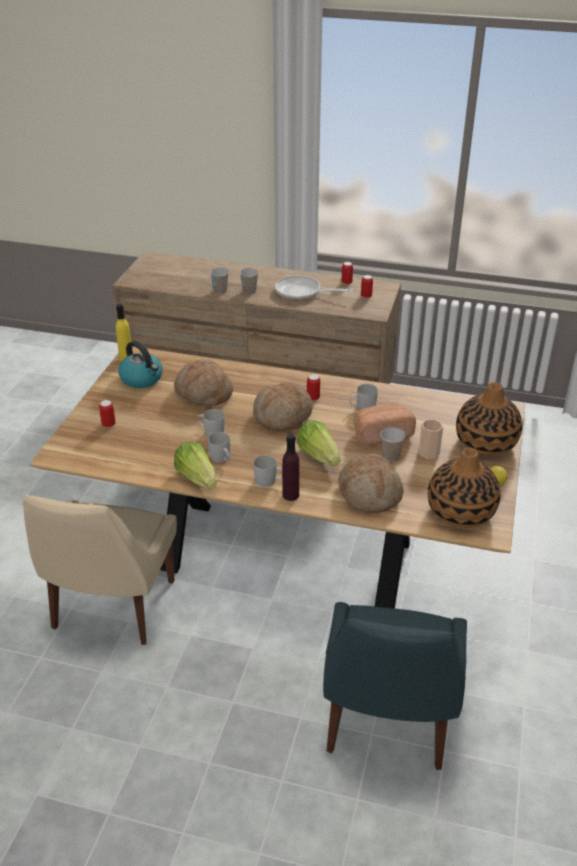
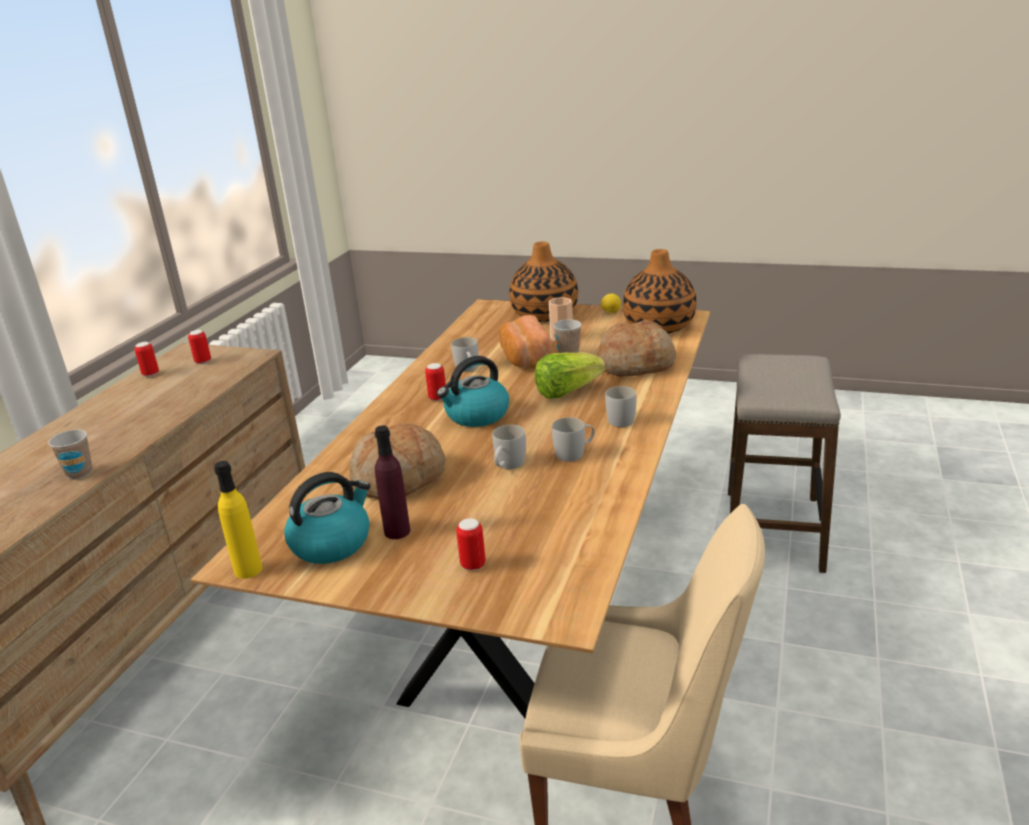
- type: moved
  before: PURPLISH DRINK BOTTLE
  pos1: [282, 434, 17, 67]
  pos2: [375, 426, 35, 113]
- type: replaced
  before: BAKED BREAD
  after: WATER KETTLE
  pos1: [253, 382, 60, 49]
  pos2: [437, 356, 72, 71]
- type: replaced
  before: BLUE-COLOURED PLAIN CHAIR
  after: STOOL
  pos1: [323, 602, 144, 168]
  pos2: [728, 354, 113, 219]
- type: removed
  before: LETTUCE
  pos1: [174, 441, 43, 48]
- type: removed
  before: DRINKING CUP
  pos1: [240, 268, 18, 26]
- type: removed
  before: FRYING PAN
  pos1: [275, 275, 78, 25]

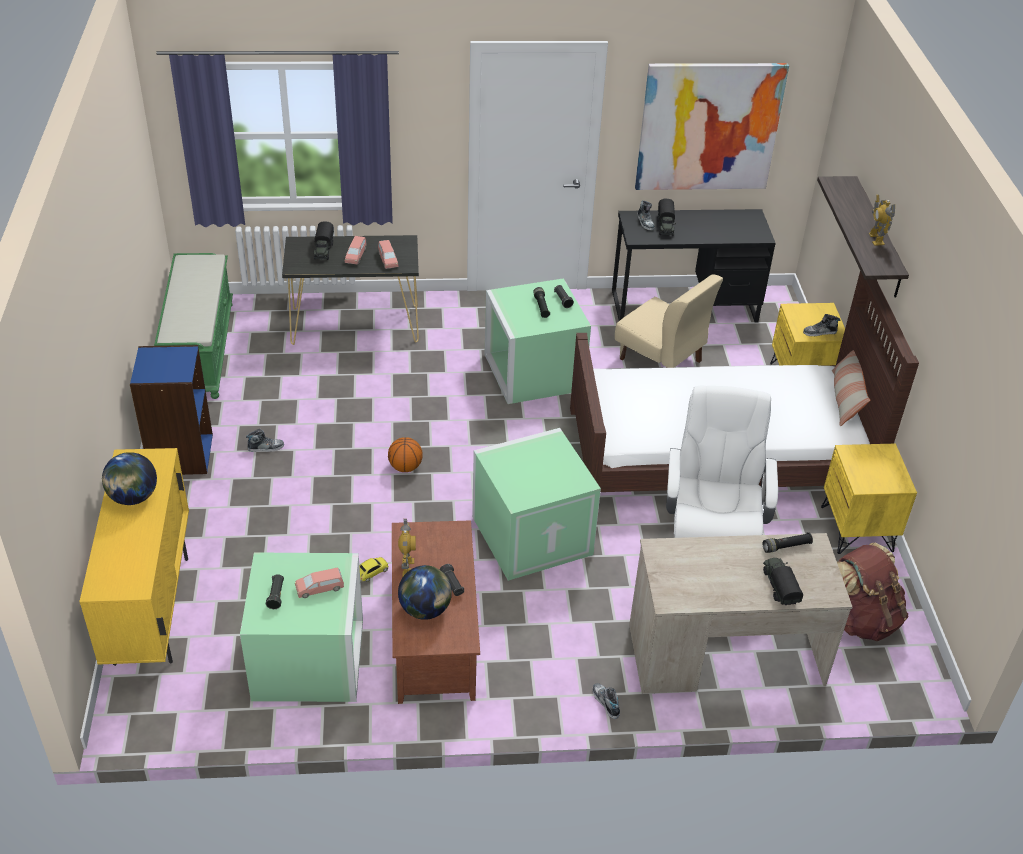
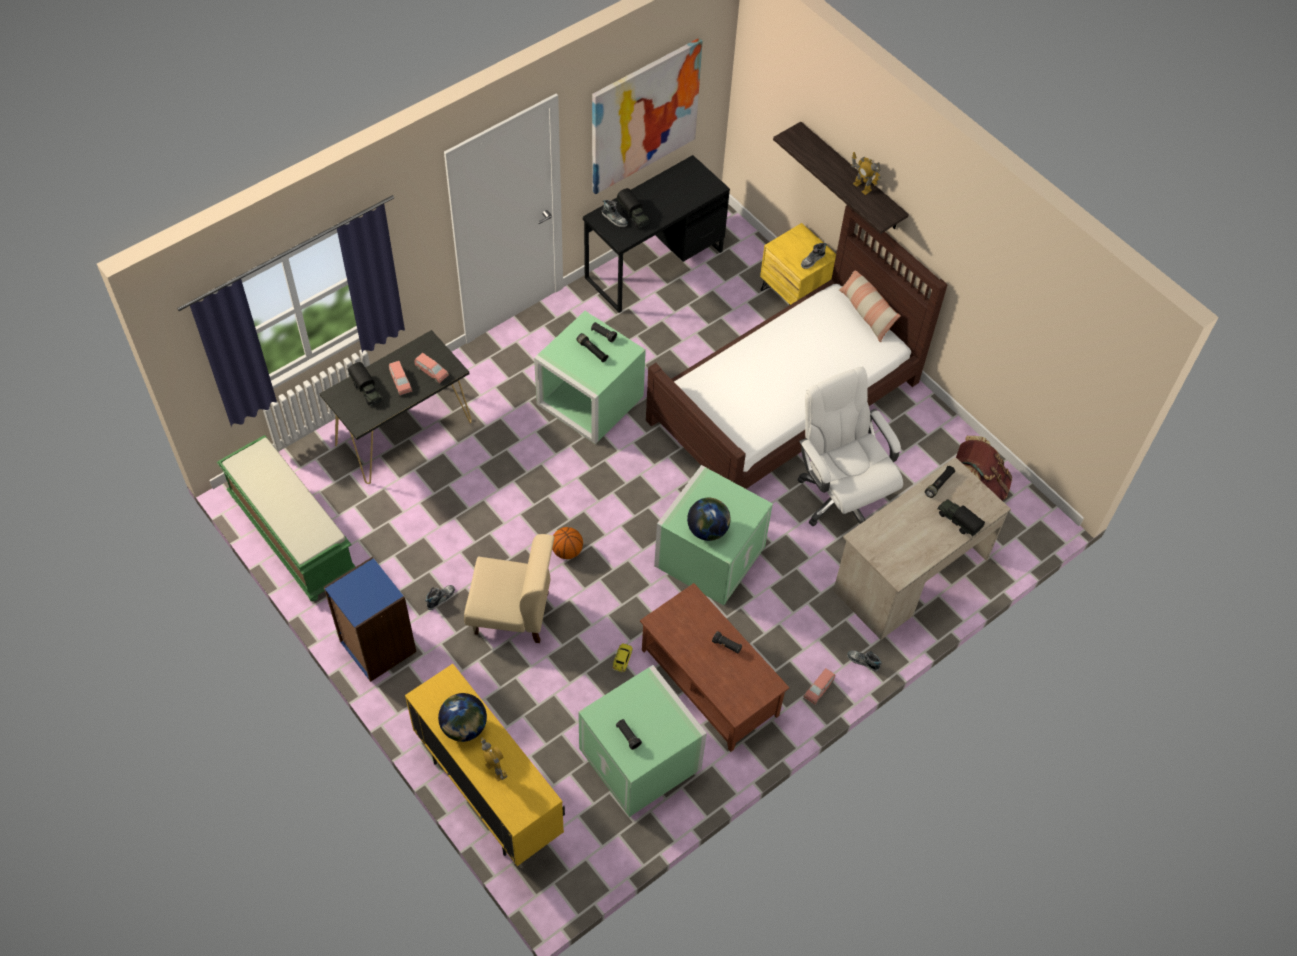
- type: moved
  before: BEIGE PLAIN CHAIR
  pos1: [615, 274, 108, 94]
  pos2: [464, 534, 91, 109]
- type: moved
  before: ROBOT FIGURE
  pos1: [398, 519, 18, 57]
  pos2: [481, 738, 26, 43]
- type: moved
  before: WORLD GLOBE
  pos1: [398, 565, 54, 55]
  pos2: [687, 498, 44, 43]
- type: moved
  before: PINK MODEL CAR
  pos1: [295, 567, 49, 31]
  pos2: [803, 668, 32, 36]
- type: removed
  before: YELLOW-COLOURED BEDSIDE TABLE
  pos1: [821, 444, 96, 110]

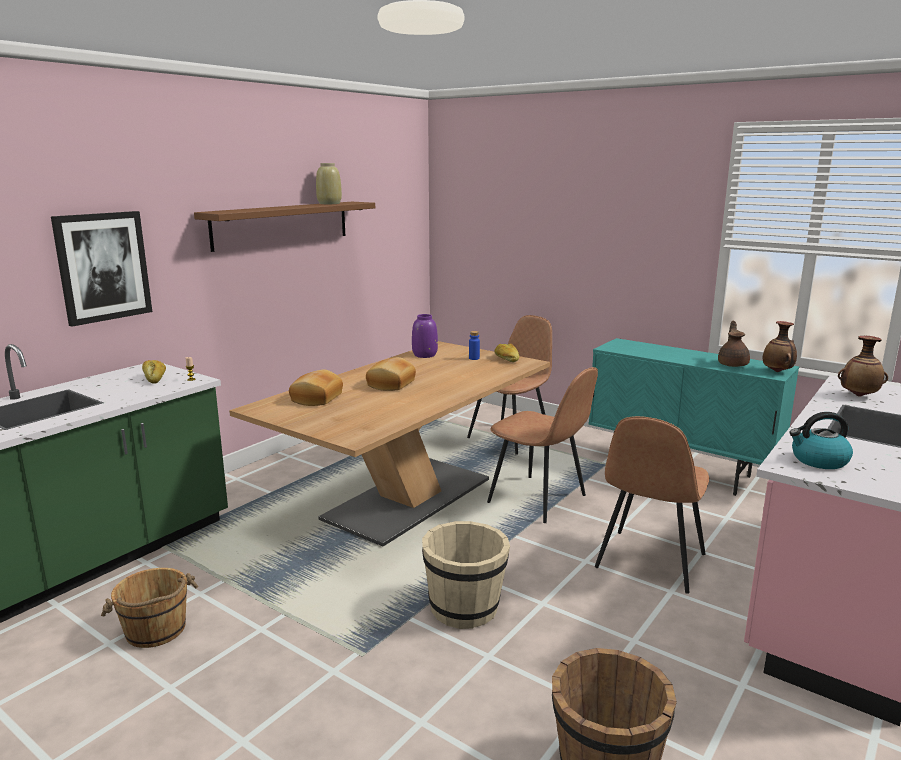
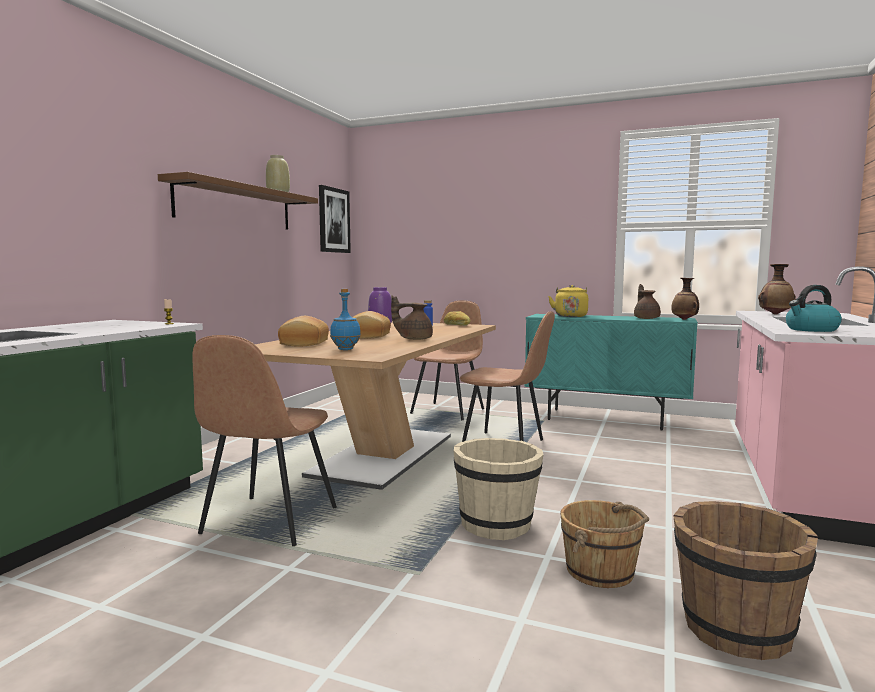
- type: moved
  before: BROWN-COLOURED PLAIN CHAIR
  pos1: [595, 416, 114, 178]
  pos2: [192, 335, 145, 211]
- type: moved
  before: WALL PICTURE
  pos1: [51, 211, 101, 116]
  pos2: [319, 185, 32, 68]
- type: added
  after: BLUE-COLOURED DRINK BOTTLE
  pos2: [330, 289, 31, 61]
- type: added
  after: BROWN-COLOURED POT FOR TEA
  pos2: [391, 295, 42, 45]
- type: added
  after: YELLOW-COLOURED WATER KETTLE
  pos2: [548, 285, 40, 32]
- type: moved
  before: BROWN-COLOURED PAIL
  pos1: [101, 568, 97, 80]
  pos2: [560, 500, 89, 88]
- type: removed
  before: BAKED BREAD
  pos1: [142, 360, 24, 24]

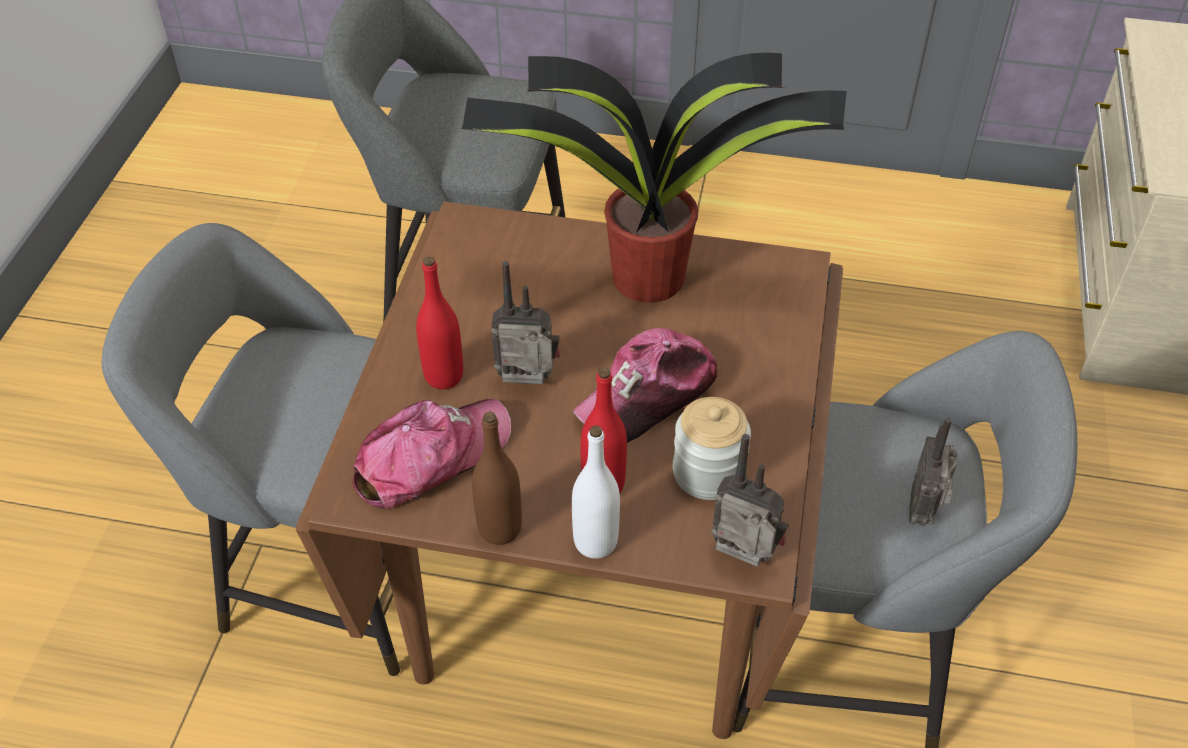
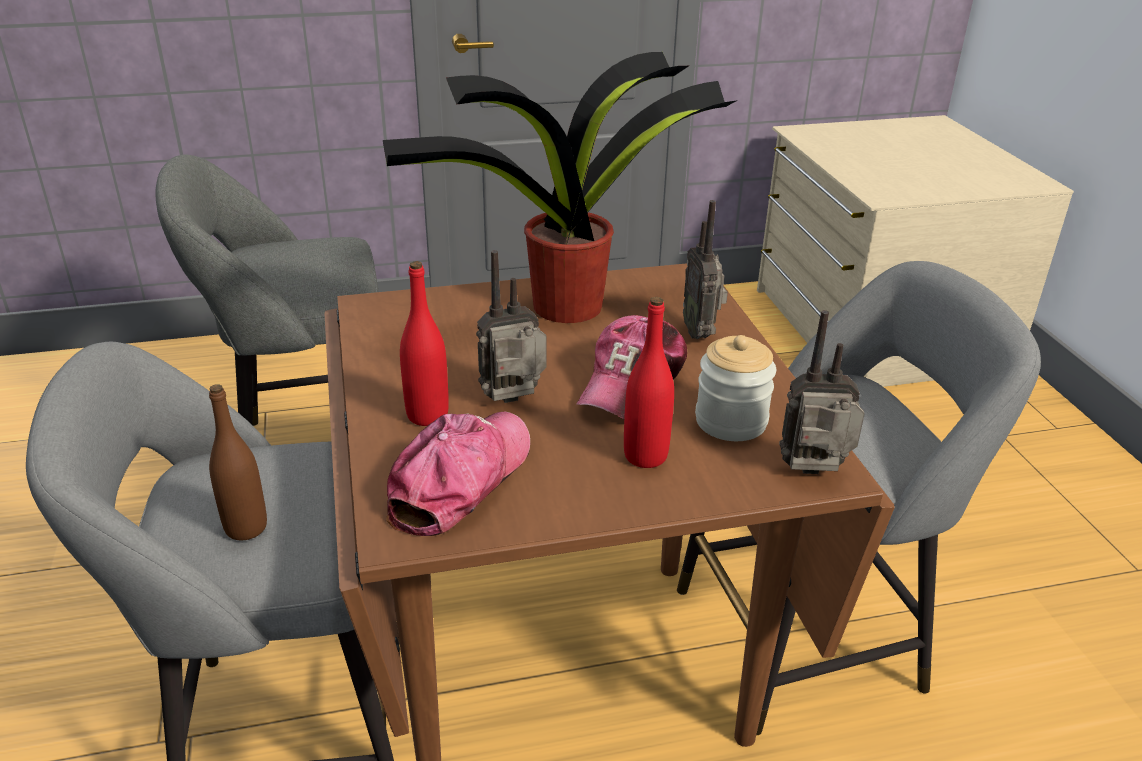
- type: moved
  before: BROWN-COLOURED DRINK BOTTLE
  pos1: [472, 412, 50, 133]
  pos2: [209, 384, 58, 156]
- type: moved
  before: RADIO RECEIVER
  pos1: [909, 417, 48, 109]
  pos2: [683, 200, 45, 139]
- type: removed
  before: WHITISH DRINK BOTTLE
  pos1: [572, 425, 48, 134]

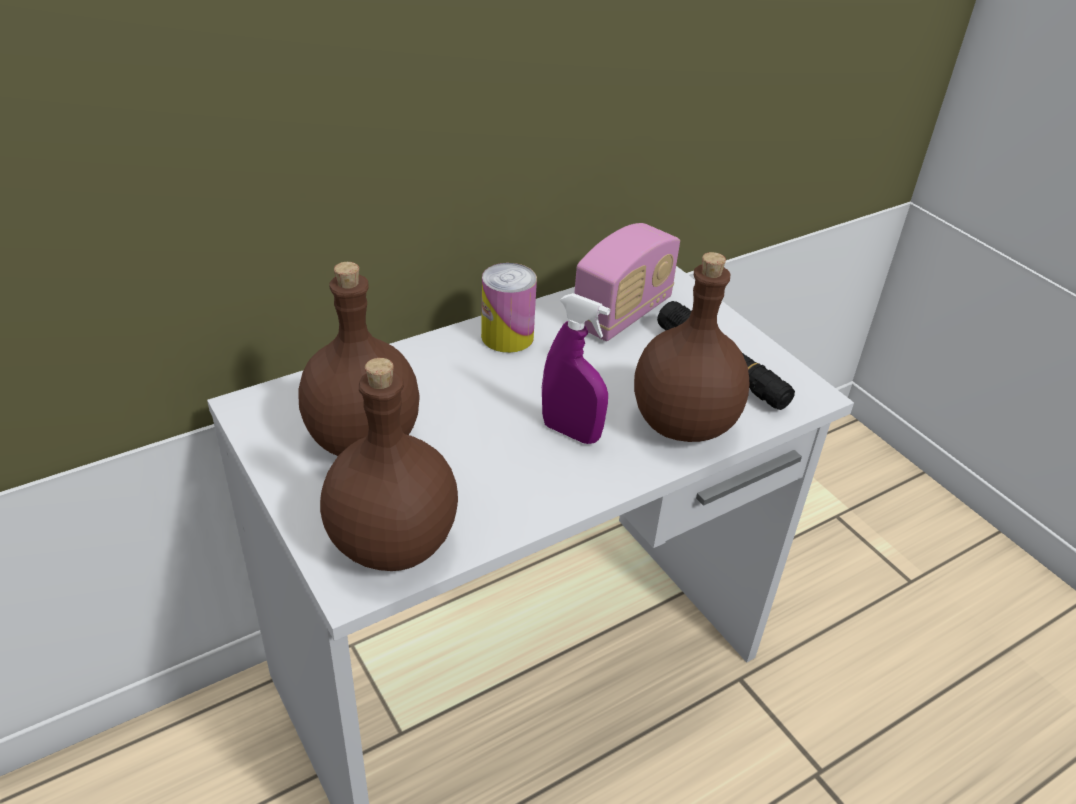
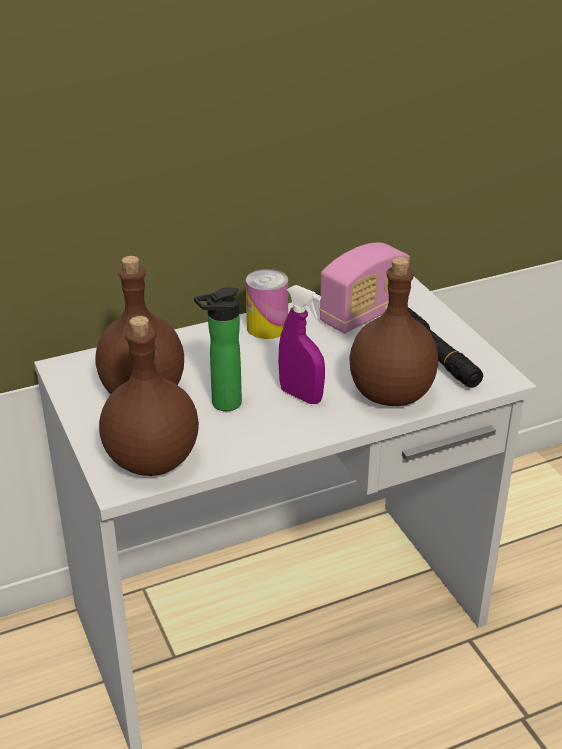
- type: added
  after: DRINK BOTTLE
  pos2: [194, 287, 48, 124]

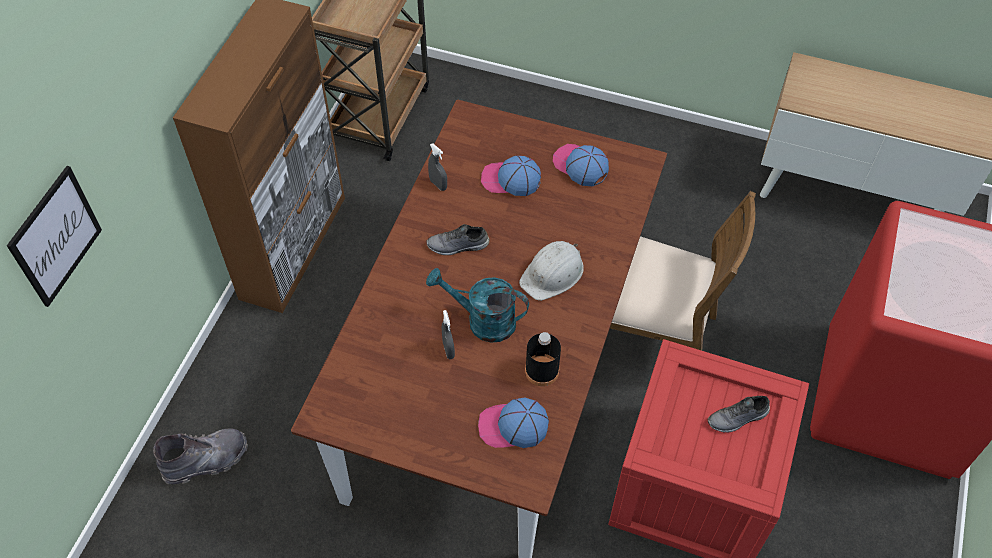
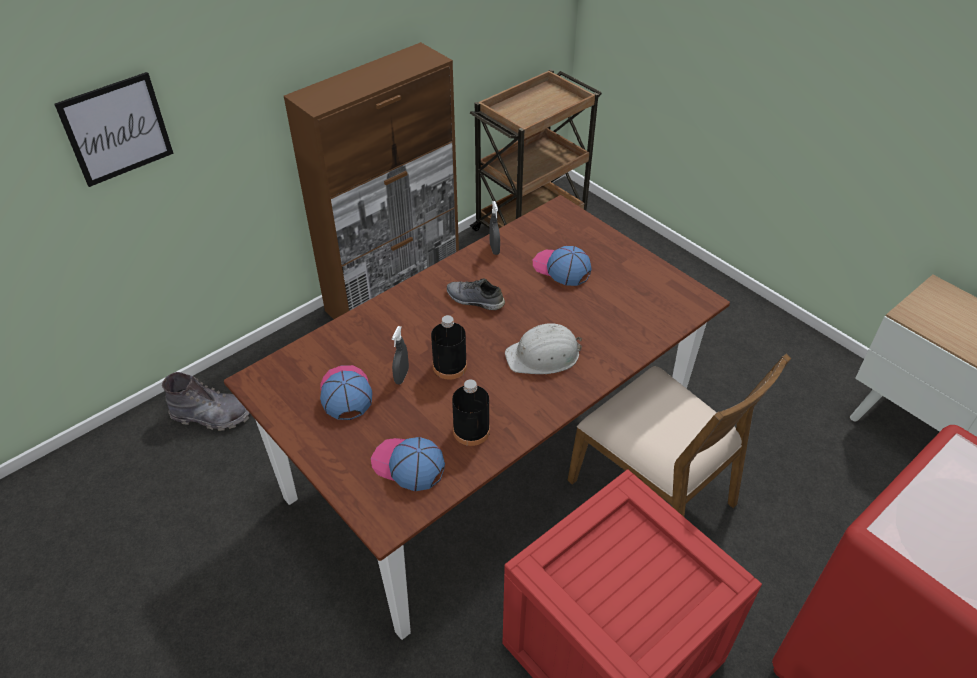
- type: moved
  before: CAP
  pos1: [553, 144, 56, 42]
  pos2: [320, 365, 52, 55]
- type: replaced
  before: TURQUOISE-COLOURED SPRINKLING CAN
  after: BLACK-COLOURED DRINK BOTTLE
  pos1: [426, 268, 103, 74]
  pos2: [431, 315, 36, 65]
- type: removed
  before: GREY SHOE
  pos1: [708, 396, 62, 36]

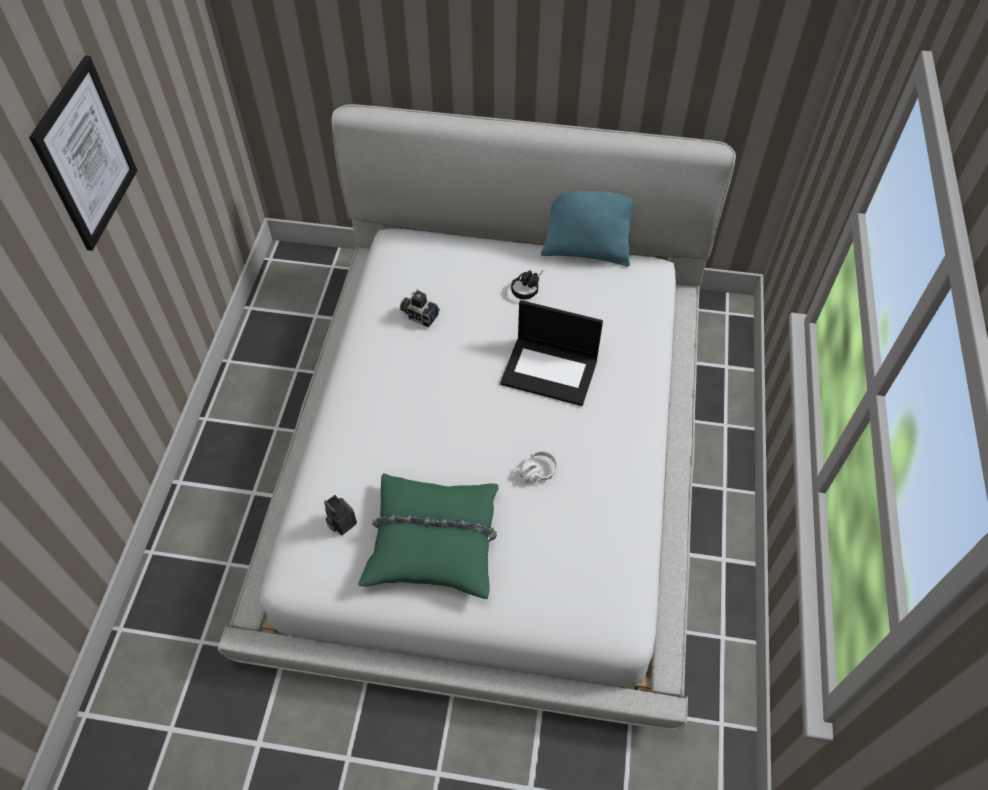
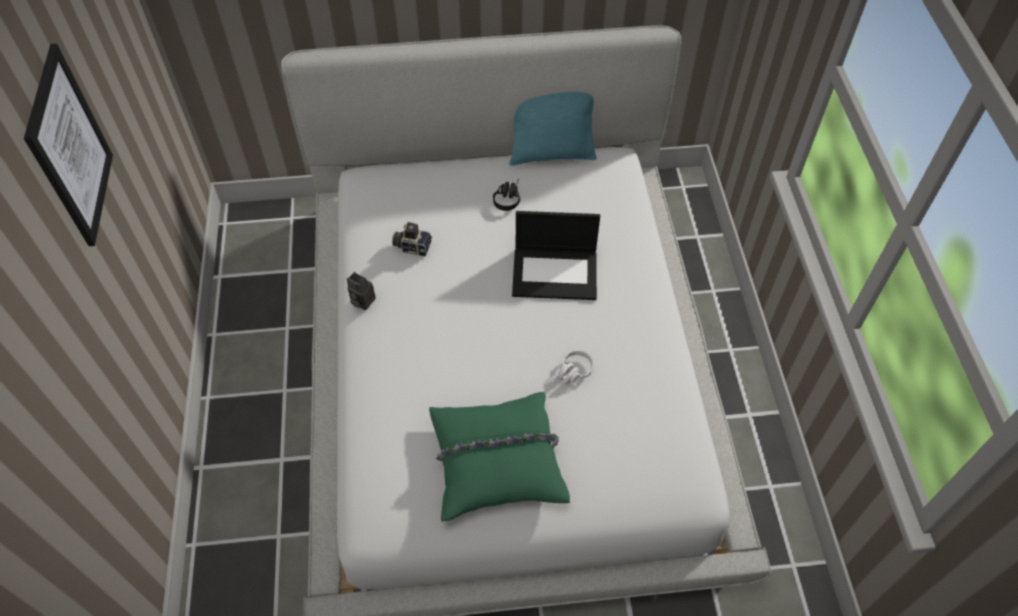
- type: moved
  before: PHOTO CAMERA
  pos1: [324, 495, 33, 40]
  pos2: [347, 272, 29, 38]

